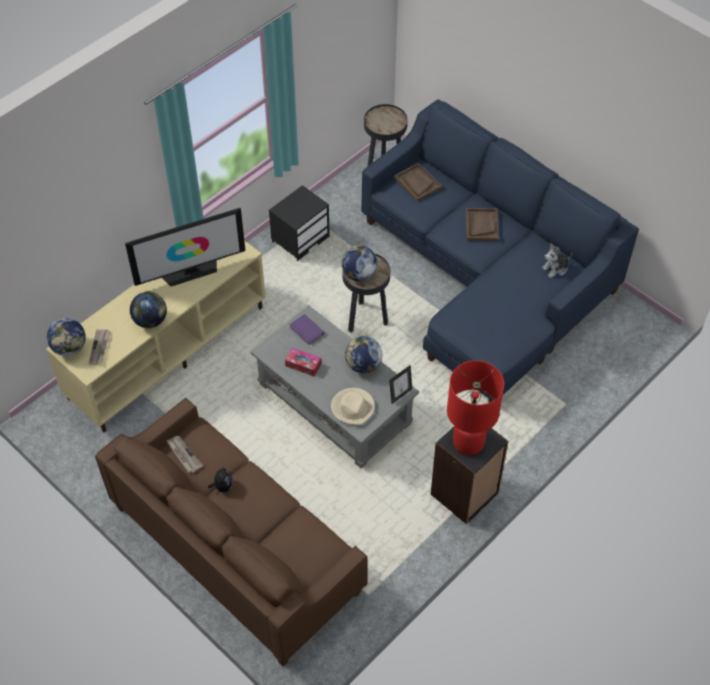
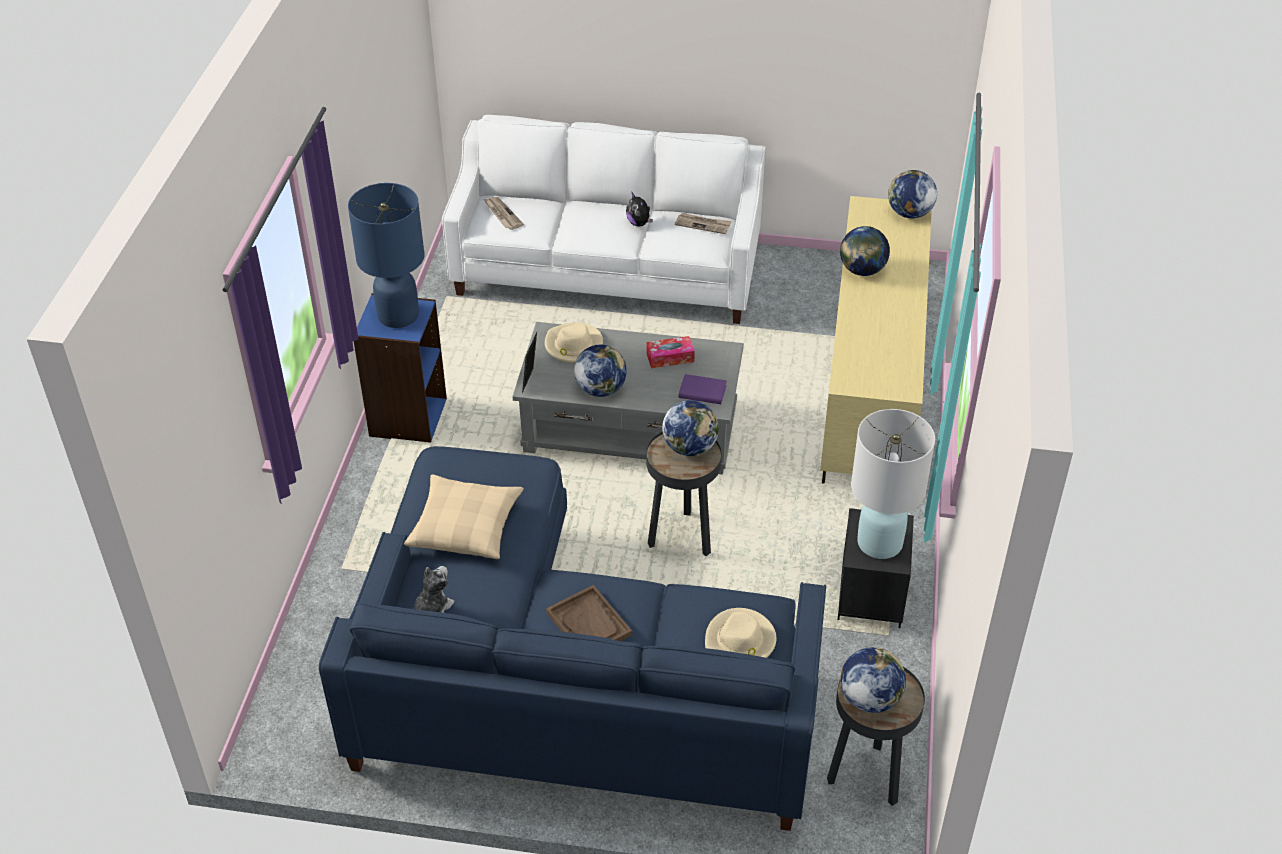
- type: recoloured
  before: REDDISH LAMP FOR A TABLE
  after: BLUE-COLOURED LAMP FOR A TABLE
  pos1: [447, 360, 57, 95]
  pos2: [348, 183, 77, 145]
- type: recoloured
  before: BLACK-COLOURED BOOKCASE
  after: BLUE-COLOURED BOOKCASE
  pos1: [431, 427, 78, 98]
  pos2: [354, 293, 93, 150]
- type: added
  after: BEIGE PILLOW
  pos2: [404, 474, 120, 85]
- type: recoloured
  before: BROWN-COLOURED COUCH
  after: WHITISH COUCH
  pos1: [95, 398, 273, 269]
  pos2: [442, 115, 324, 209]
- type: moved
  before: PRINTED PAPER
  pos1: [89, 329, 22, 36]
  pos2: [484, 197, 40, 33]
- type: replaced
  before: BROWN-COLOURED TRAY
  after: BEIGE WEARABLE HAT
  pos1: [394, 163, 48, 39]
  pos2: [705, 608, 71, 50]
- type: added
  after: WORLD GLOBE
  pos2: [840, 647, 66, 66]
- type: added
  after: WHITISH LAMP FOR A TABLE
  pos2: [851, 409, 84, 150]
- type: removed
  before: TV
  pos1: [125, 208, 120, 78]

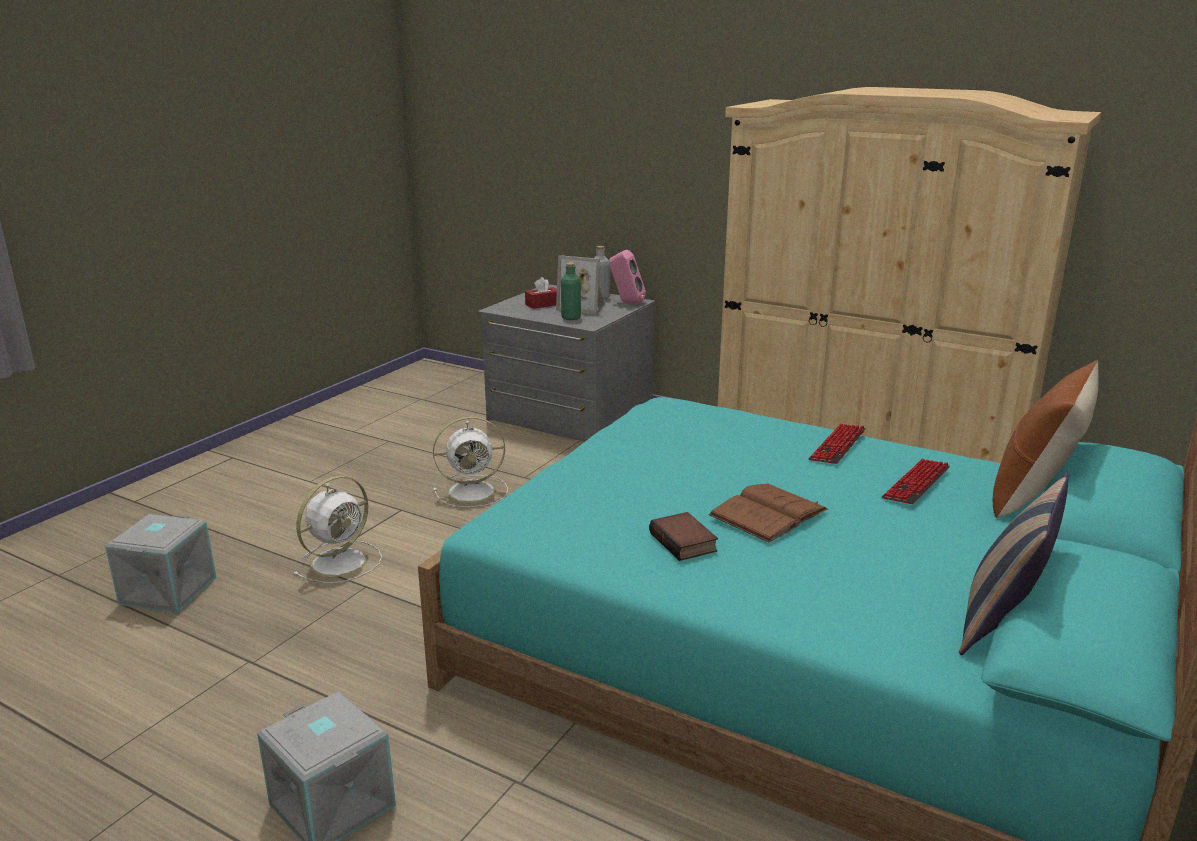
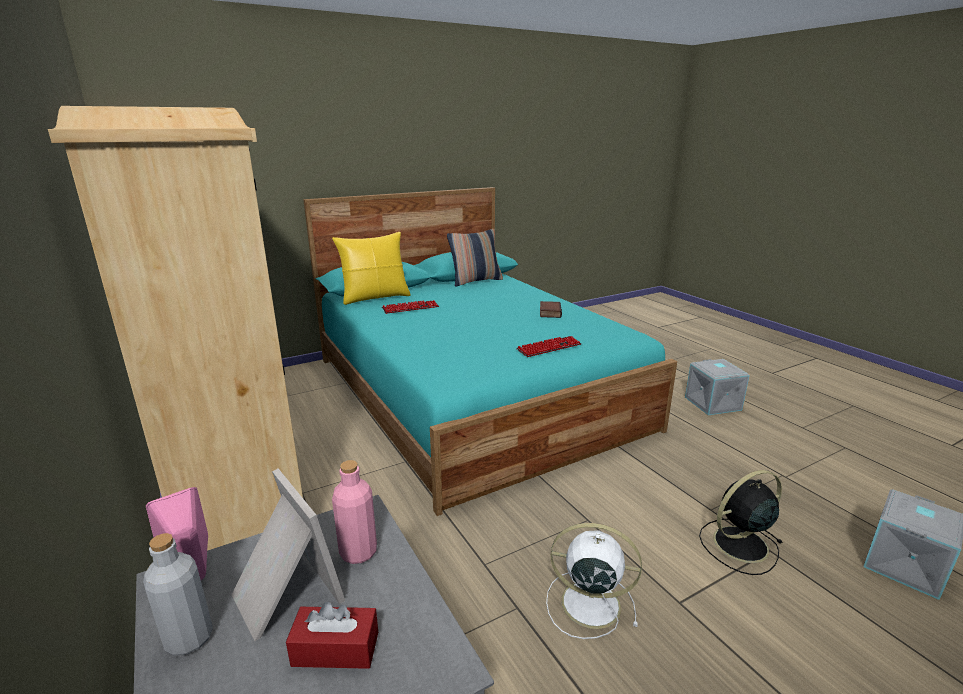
- type: recoloured
  before: BROWN-COLOURED PILLOW
  after: YELLOW-COLOURED PILLOW
  pos1: [993, 360, 105, 158]
  pos2: [332, 232, 79, 73]
- type: recoloured
  before: GREEN DRINK BOTTLE
  after: PINK DRINK BOTTLE
  pos1: [561, 263, 20, 57]
  pos2: [332, 460, 45, 104]
- type: moved
  before: KEYBOARD
  pos1: [809, 423, 57, 41]
  pos2: [516, 336, 65, 21]
- type: recoloured
  before: WHITISH FAN
  after: BLACK-COLOURED FAN
  pos1: [293, 476, 89, 108]
  pos2: [699, 470, 84, 105]
- type: removed
  before: BROWN-COLOURED VOLUME
  pos1: [709, 483, 119, 60]

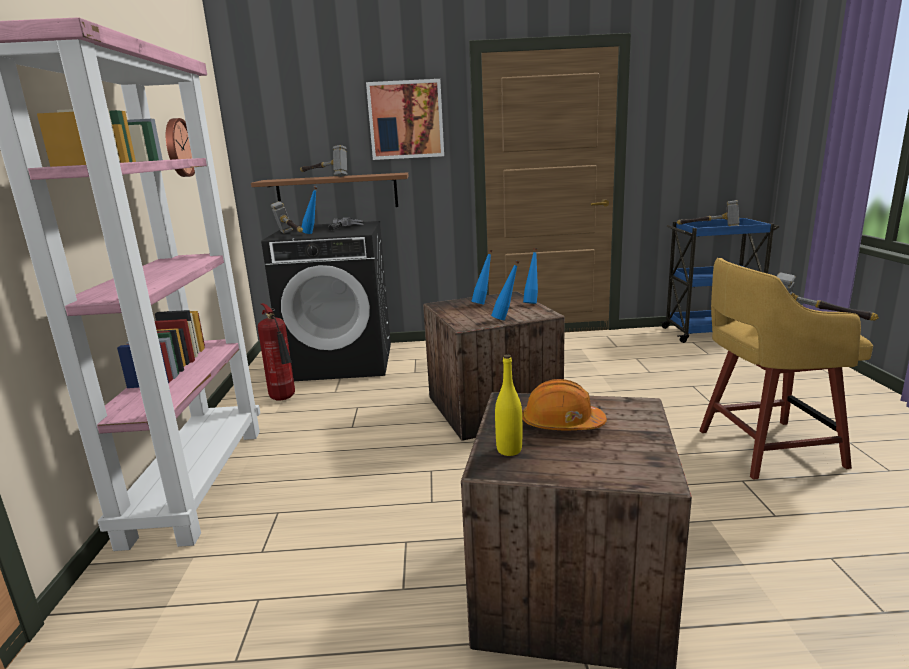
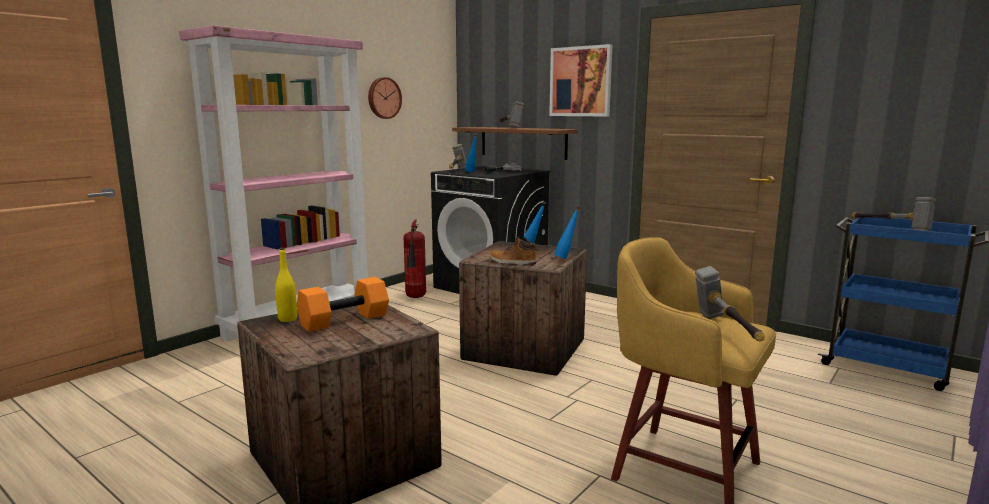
- type: replaced
  before: ORANGEY SAFETY HELMET
  after: ORANGEY DUMBBELL
  pos1: [522, 379, 85, 51]
  pos2: [297, 277, 92, 55]
- type: replaced
  before: BLUE-COLOURED DRINK BOTTLE
  after: BOOT
  pos1: [491, 260, 28, 60]
  pos2: [489, 236, 48, 29]

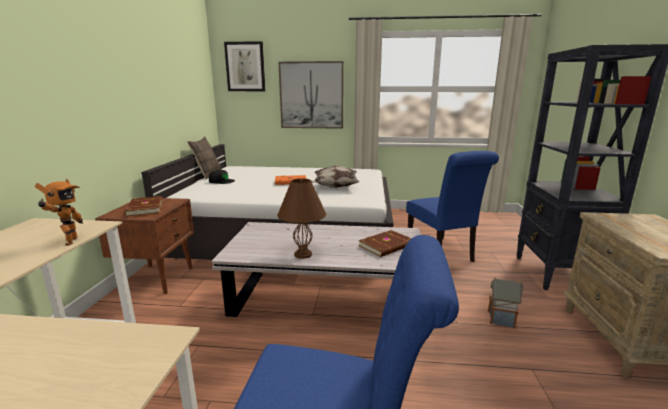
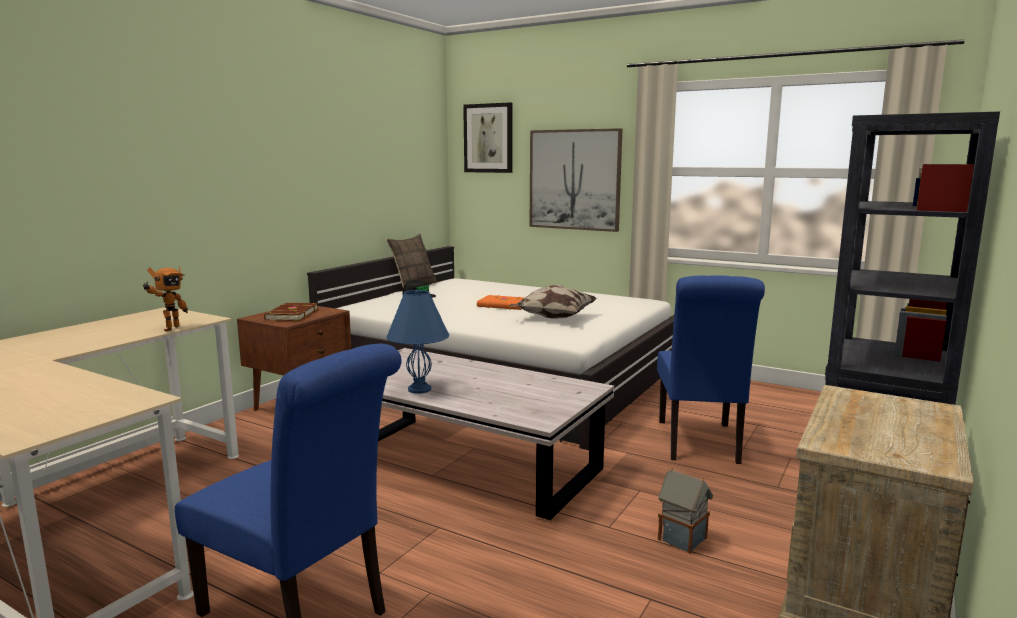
- type: recoloured
  before: BROWN-COLOURED LAMP FOR A TABLE
  after: BLUE-COLOURED LAMP FOR A TABLE
  pos1: [277, 178, 49, 81]
  pos2: [386, 290, 63, 104]
- type: removed
  before: BROWN-COLOURED VOLUME
  pos1: [358, 230, 53, 27]

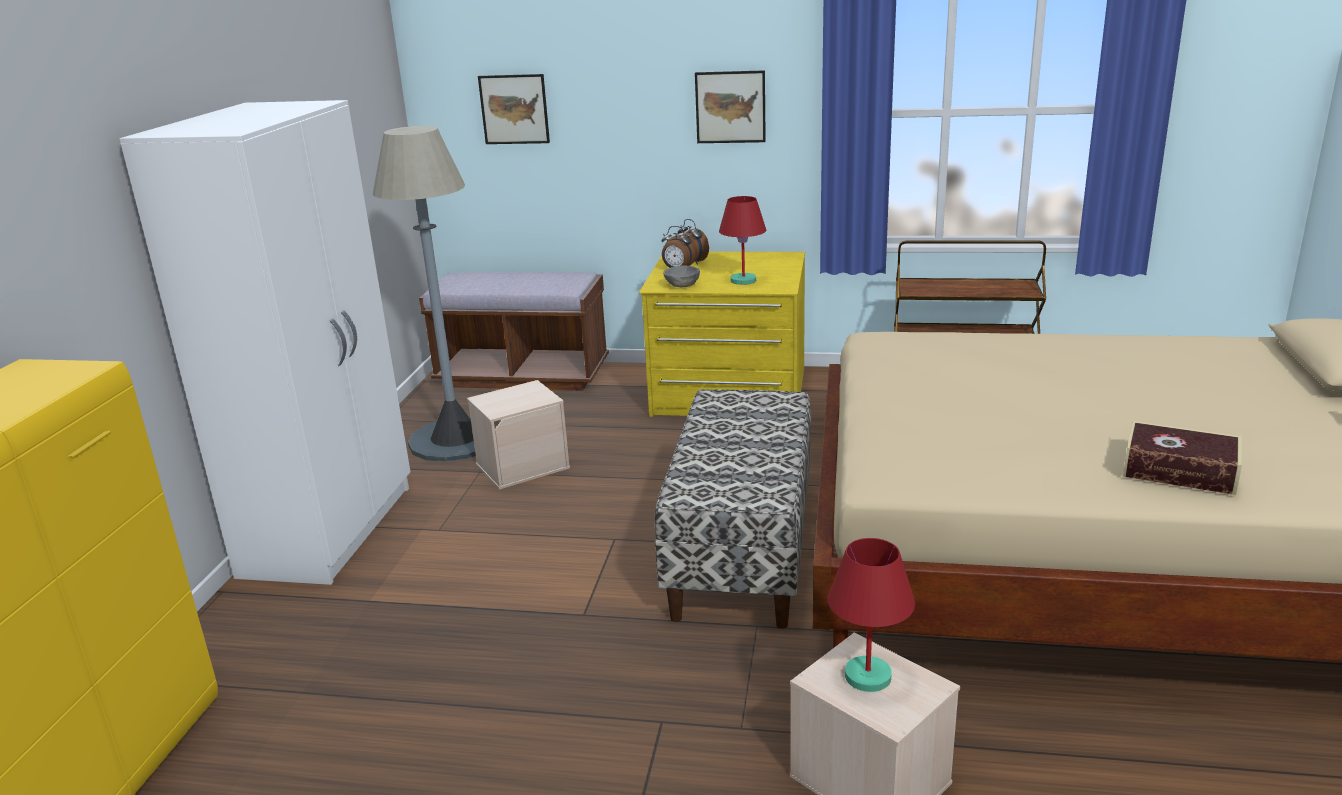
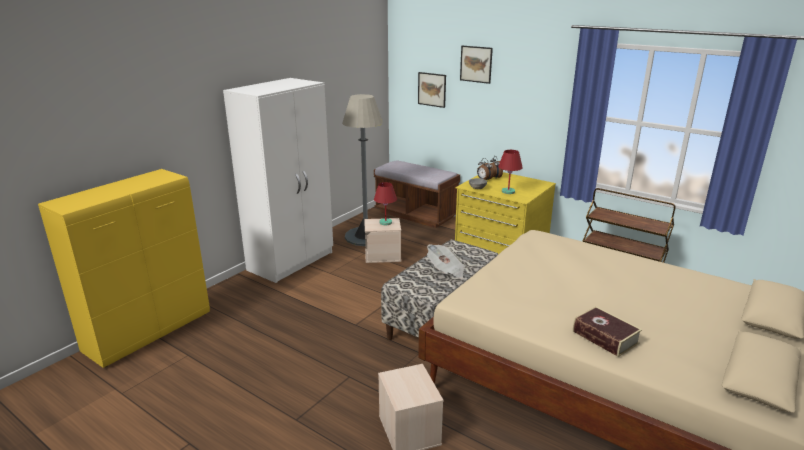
- type: moved
  before: REDDISH LAMP FOR A TABLE
  pos1: [827, 538, 88, 154]
  pos2: [374, 182, 23, 43]
- type: added
  after: PRINTED PAPER
  pos2: [427, 244, 38, 35]
- type: moved
  before: WALL PICTURE
  pos1: [695, 70, 71, 73]
  pos2: [460, 46, 33, 38]

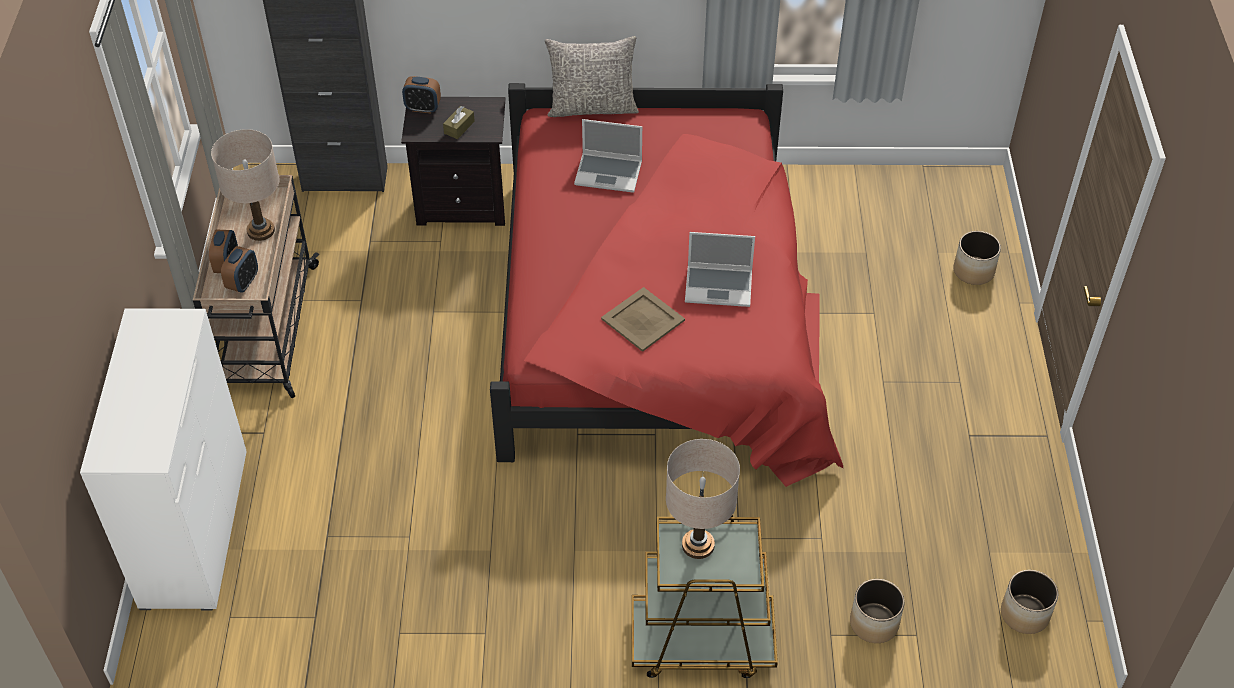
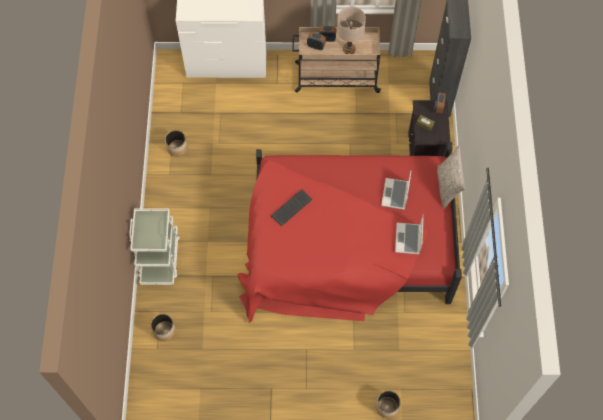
- type: recoloured
  before: BROWN-COLOURED CART
  after: WHITISH CART
  pos1: [632, 515, 146, 163]
  pos2: [129, 208, 51, 77]
- type: moved
  before: PLANTER
  pos1: [1001, 570, 57, 64]
  pos2: [165, 130, 23, 27]
- type: replaced
  before: BEIGE TRAY
  after: KEYBOARD
  pos1: [601, 287, 84, 65]
  pos2: [271, 190, 41, 36]
- type: moved
  before: LAPTOP
  pos1: [685, 232, 70, 75]
  pos2: [395, 215, 29, 39]
- type: removed
  before: BEIGE LAMP FOR A TABLE
  pos1: [666, 439, 74, 120]

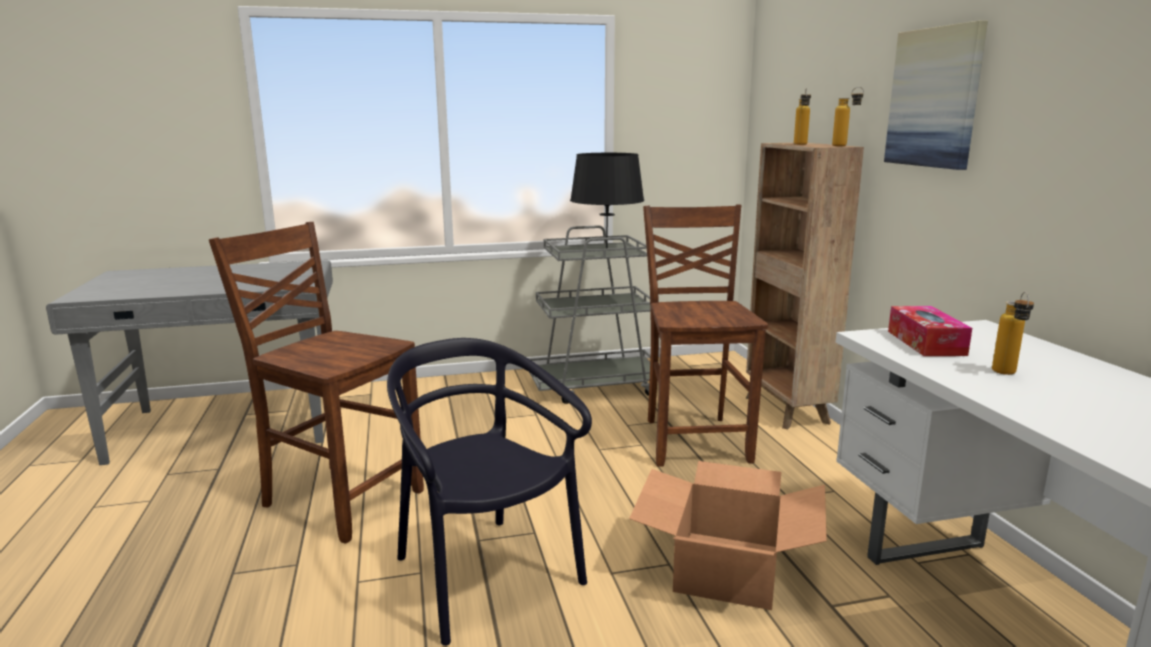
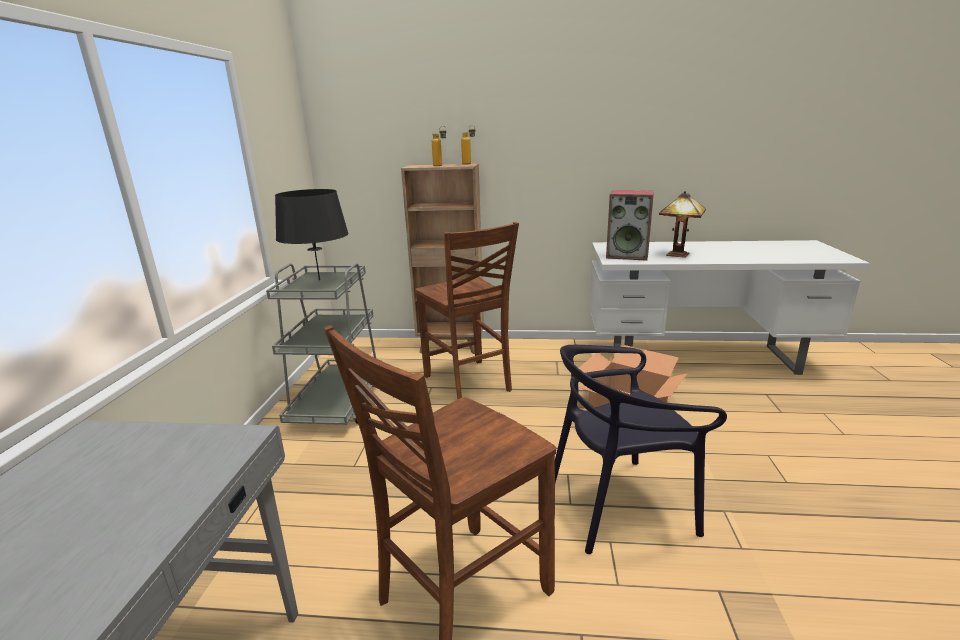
- type: turned
  before: BROWN-COLOURED PLAIN CHAIR
  pos1: [643, 204, 125, 263]
  pos2: [415, 222, 104, 177]
  turn: -135
- type: replaced
  before: TISSUE BOX
  after: AUDIO SPEAKER
  pos1: [888, 306, 84, 50]
  pos2: [606, 190, 48, 71]
- type: replaced
  before: DRINK BOTTLE
  after: LAMP FOR A TABLE
  pos1: [992, 292, 42, 83]
  pos2: [659, 191, 47, 67]
- type: removed
  before: WALL PICTURE
  pos1: [884, 20, 104, 150]

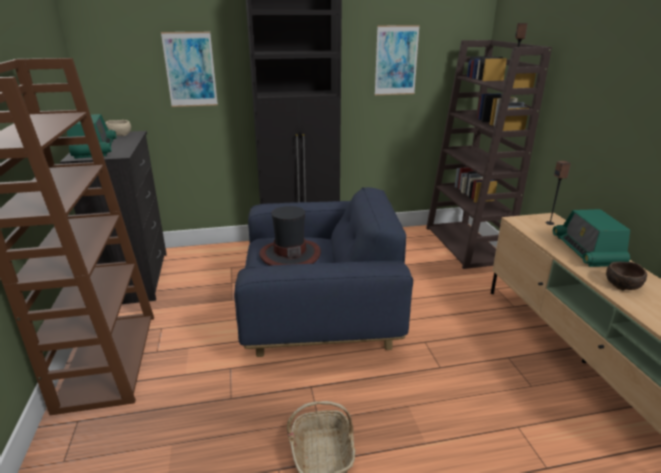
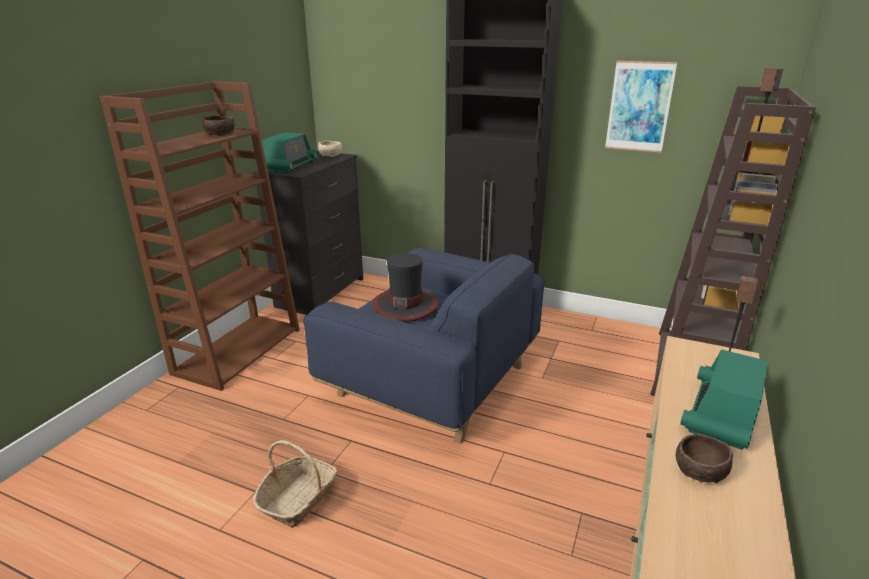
- type: added
  after: BROWN-COLOURED BOWL
  pos2: [202, 115, 33, 21]
- type: removed
  before: WALL PICTURE
  pos1: [161, 32, 57, 75]

